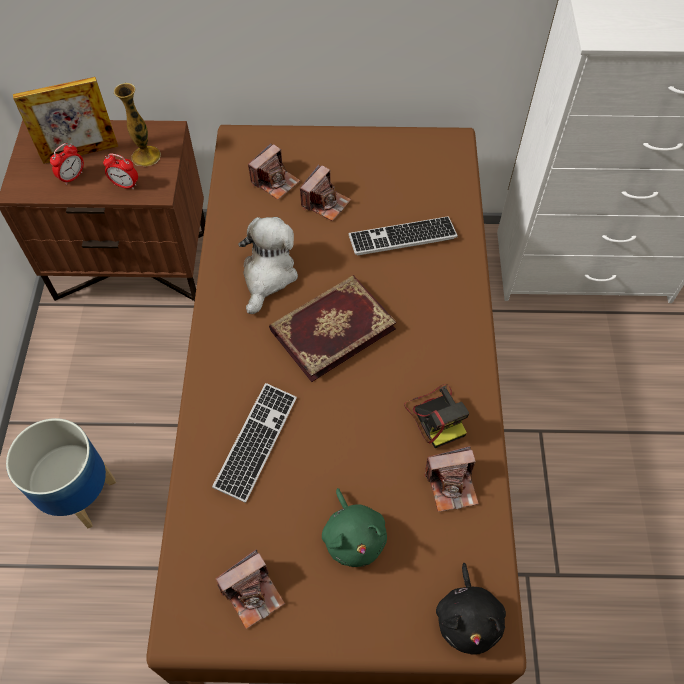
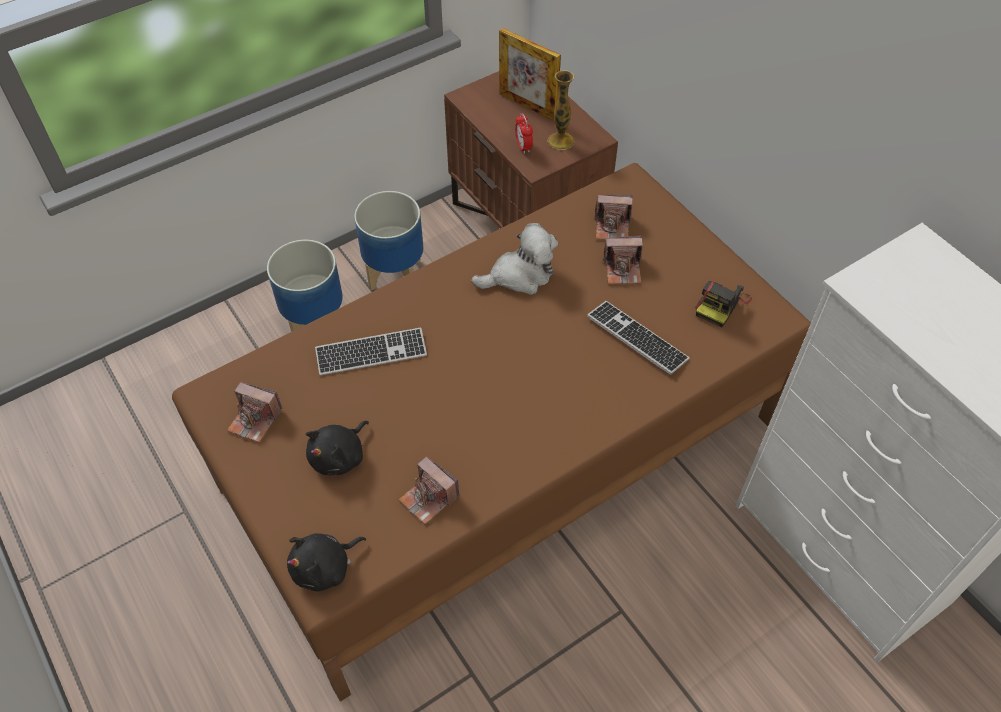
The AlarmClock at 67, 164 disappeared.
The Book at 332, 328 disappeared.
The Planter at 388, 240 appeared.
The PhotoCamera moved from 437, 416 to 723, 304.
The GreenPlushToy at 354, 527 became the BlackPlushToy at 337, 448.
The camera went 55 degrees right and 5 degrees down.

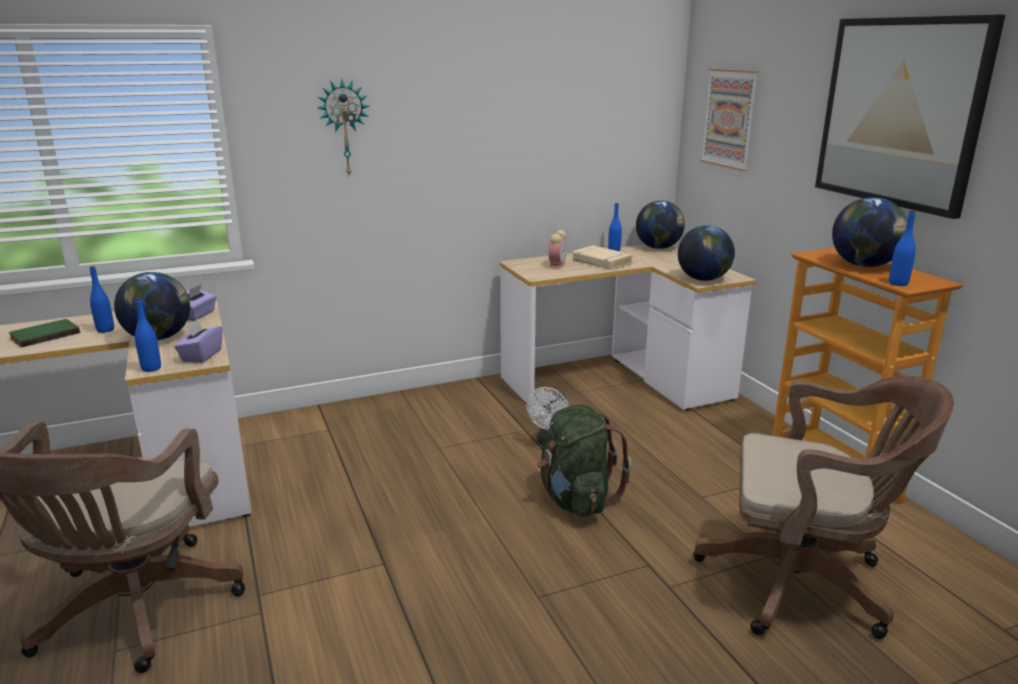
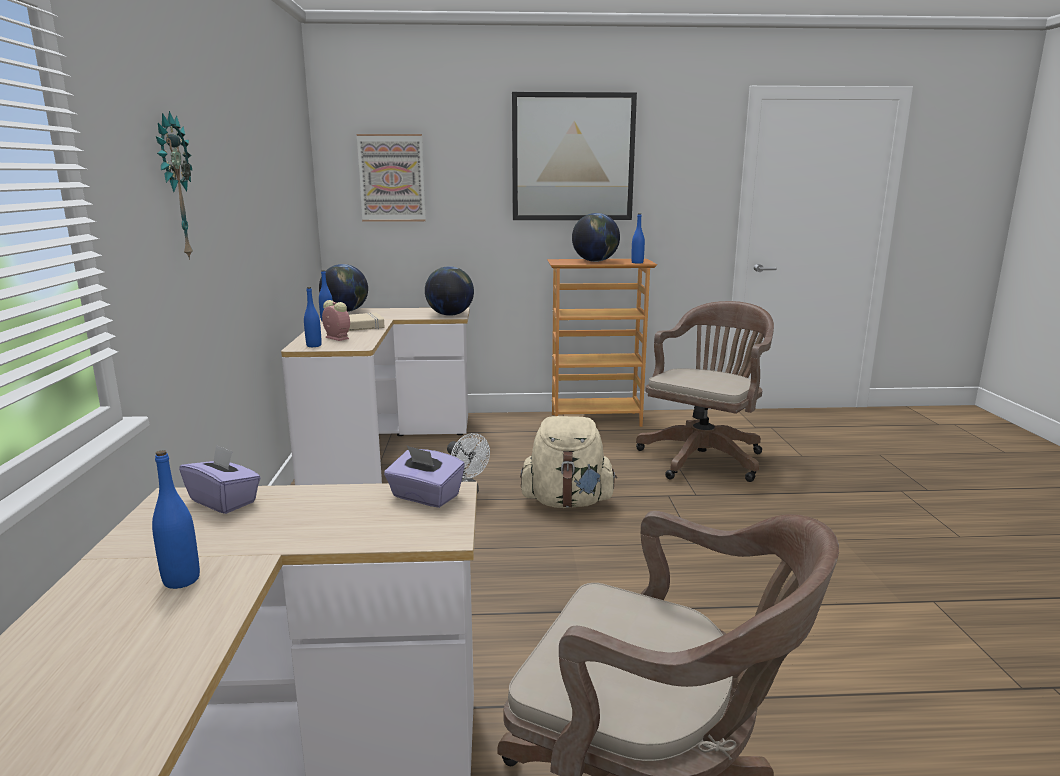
The GreenBook at 44, 333 disappeared.
The Globe at 152, 306 disappeared.
The BlueBottle moved from 148, 334 to 313, 317.
The GreenBackpack at 584, 461 became the BeigeBackpack at 568, 462.
The camera went 70 degrees left and 5 degrees down.

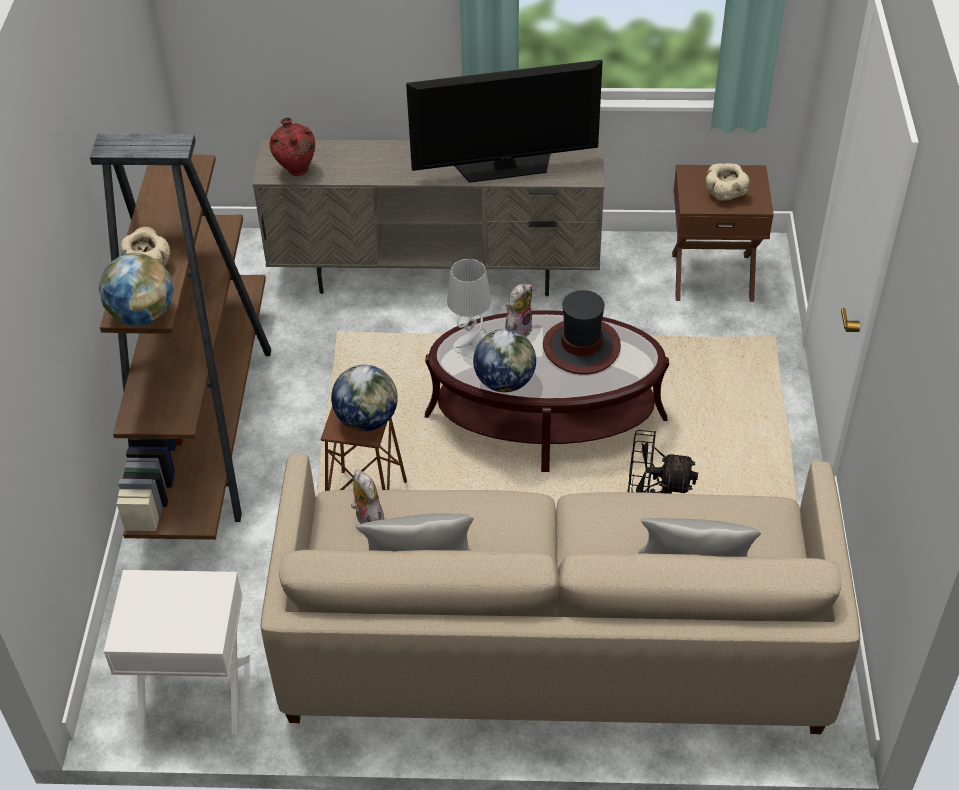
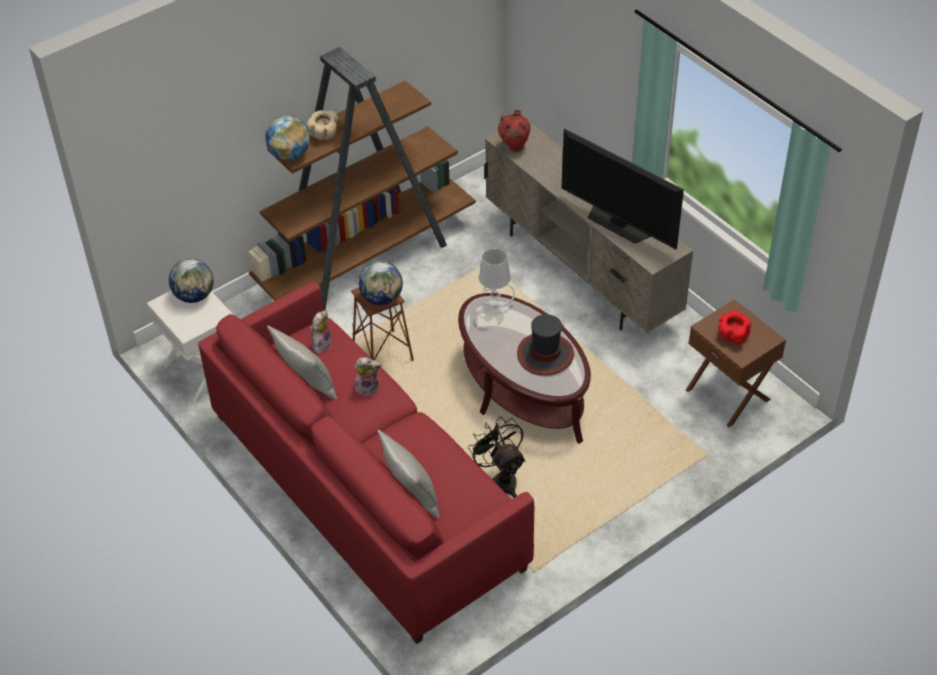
The Globe moved from 504, 360 to 191, 280.
The PlushToy moved from 518, 310 to 368, 377.
The BeigeSofa at 560, 593 became the RedSofa at 366, 463.
The BeigeBowl at 727, 182 became the RedBowl at 734, 327.
The camera went 50 degrees right and 0 degrees up.

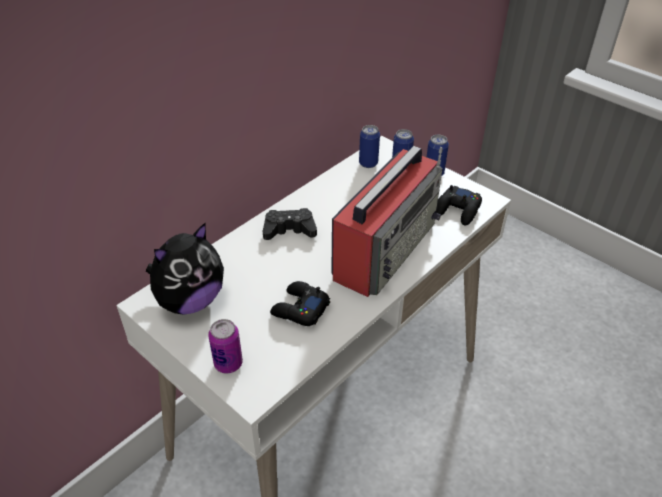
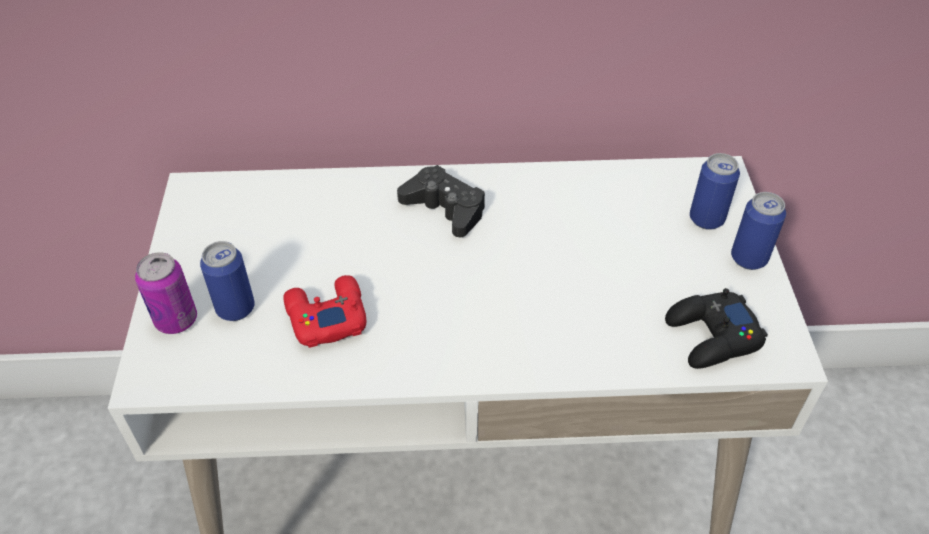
The PlushToy at 185, 269 disappeared.
The Radio at 387, 221 disappeared.
The Can moved from 369, 146 to 227, 281.
The BlackGameController at 300, 303 became the RedGameController at 324, 311.
The camera went 45 degrees right and 5 degrees up.

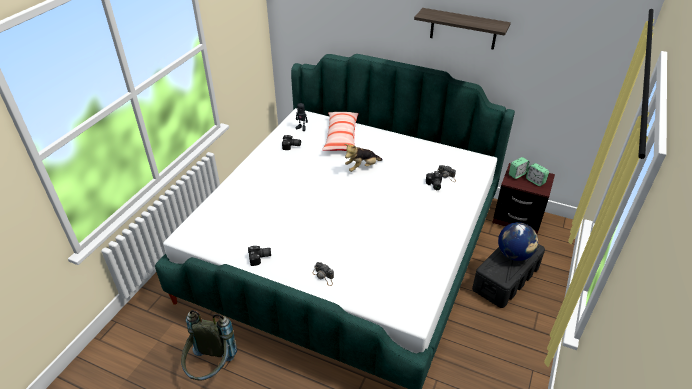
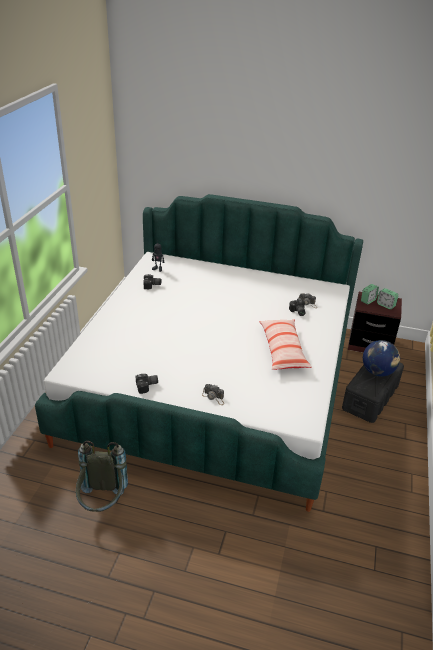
The PlushToy at 364, 158 disappeared.
The Shelf at 462, 29 disappeared.
The Pillow moved from 340, 131 to 285, 345.
The camera went 10 degrees left and 5 degrees down.

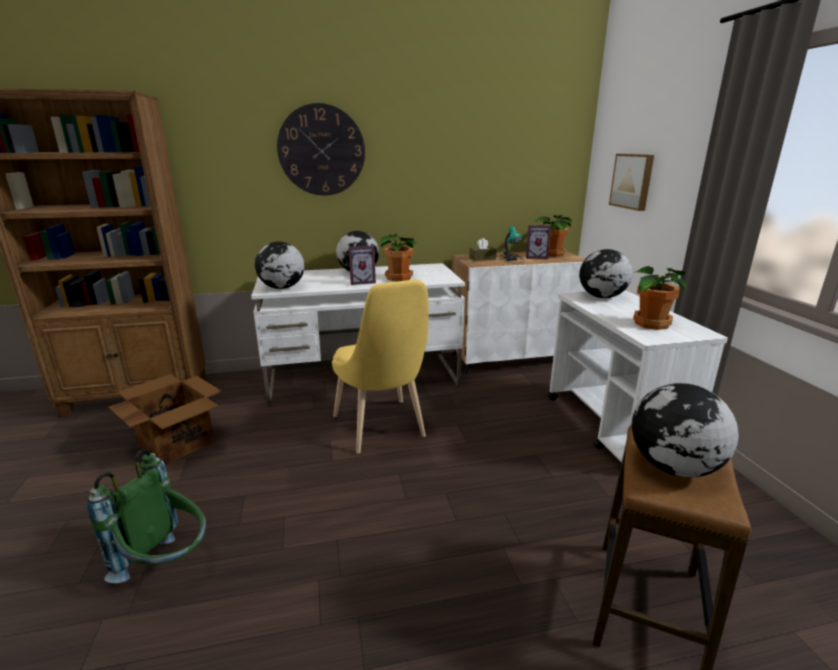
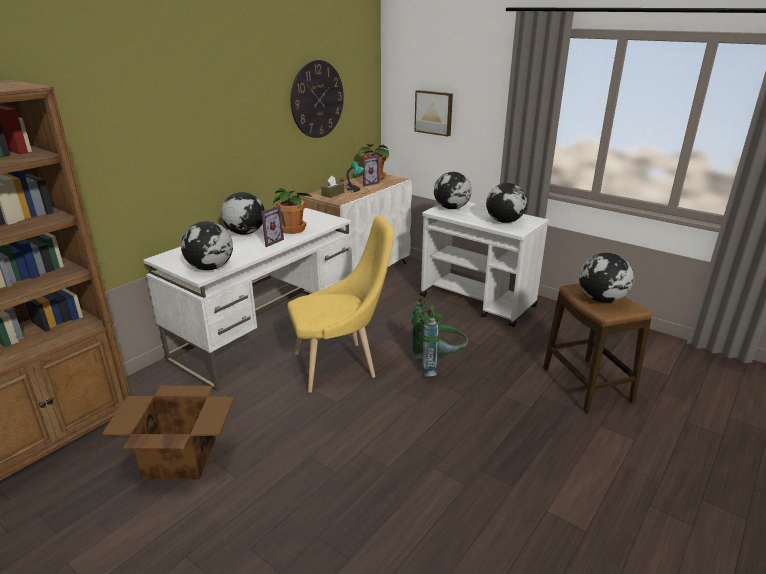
The GreenBackpack moved from 146, 516 to 439, 337.
The WallClock moved from 321, 149 to 317, 99.
The PottedPlant at 660, 298 was replaced by the Globe at 506, 203.
The YellowChair at 380, 366 turned 45 degrees counterclockwise.
The camera went 40 degrees left and 5 degrees up.

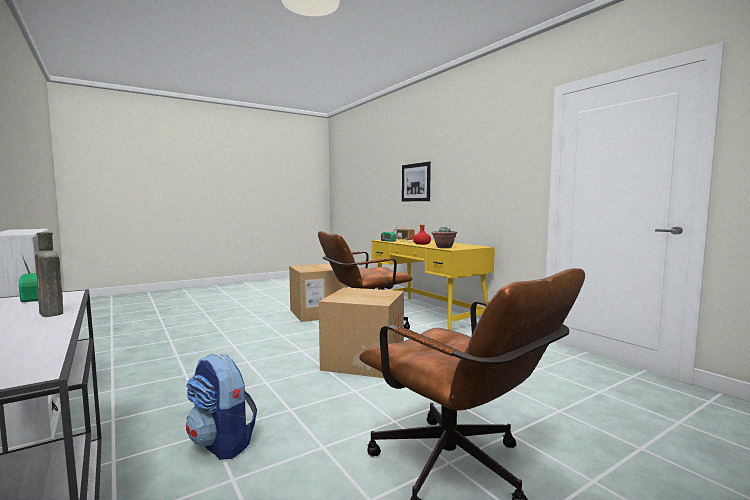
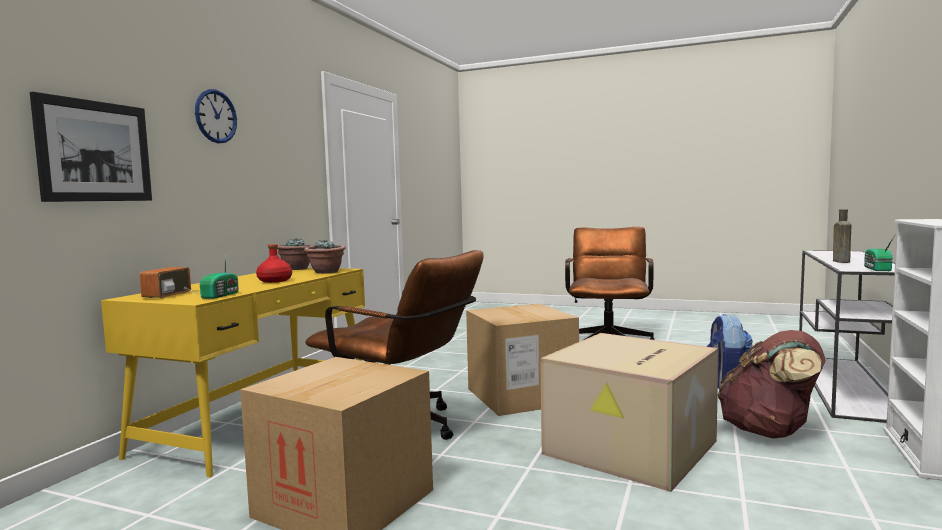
The WallClock at 216, 116 appeared.
The PottedPlant at 296, 254 appeared.
The CardboardBox at 629, 412 appeared.
The BrownBackpack at 772, 384 appeared.
The camera went 125 degrees left and 0 degrees up.

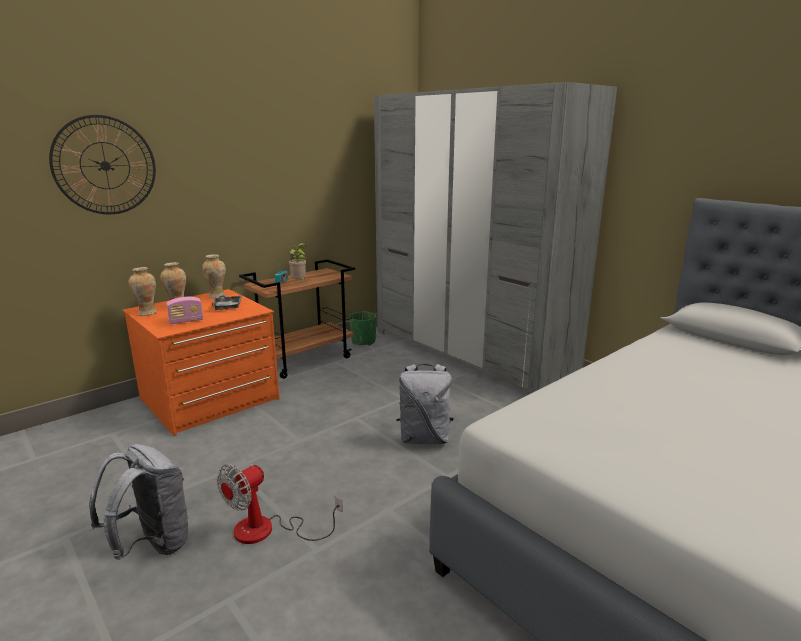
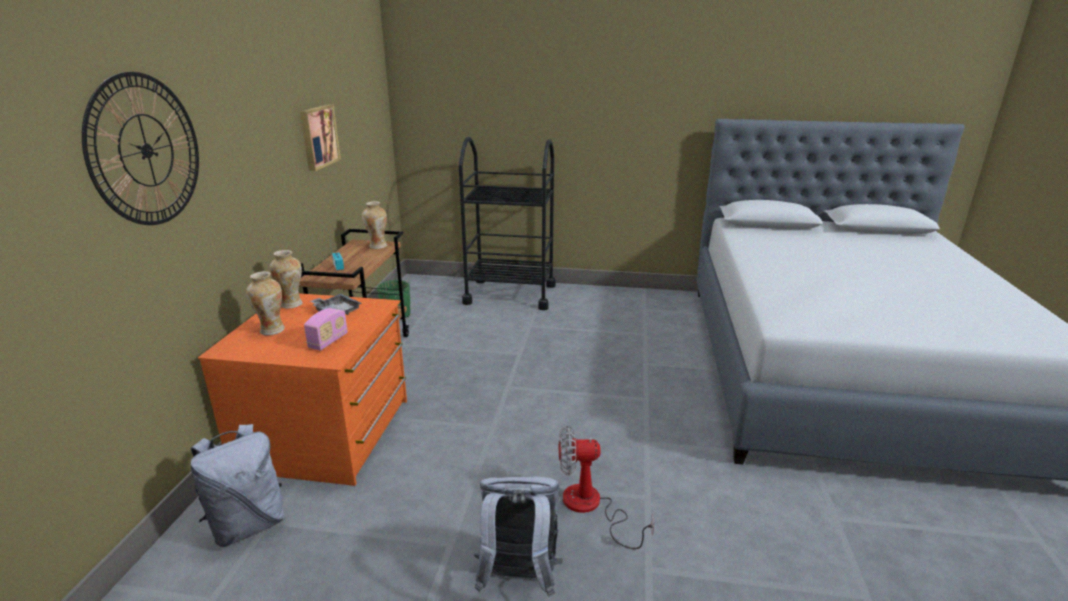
The PottedPlant at 297, 261 disappeared.
The Picture at 320, 137 appeared.
The Vase moved from 143, 291 to 374, 225.
The GreyBackpack moved from 425, 404 to 237, 485.
The GreyWardrobe at 495, 238 was replaced by the BlackCart at 507, 223.
The Fan at 280, 504 turned 90 degrees clockwise.
The camera went 40 degrees left and 5 degrees up.

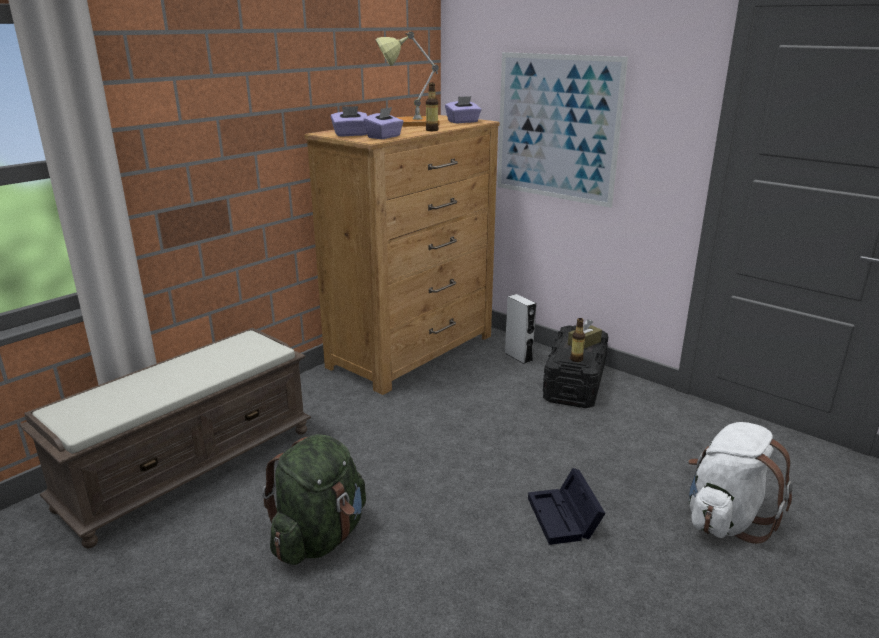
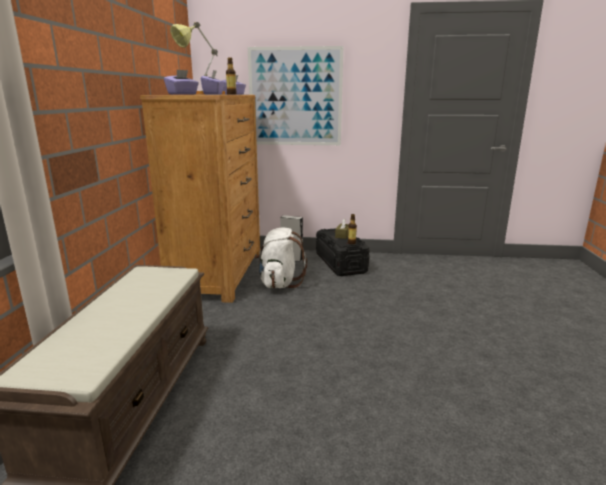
The GreenBackpack at 314, 499 disappeared.
The BlackStorageBox at 567, 506 disappeared.
The WhiteBackpack moved from 740, 483 to 281, 258.
The camera went 35 degrees left and 5 degrees down.

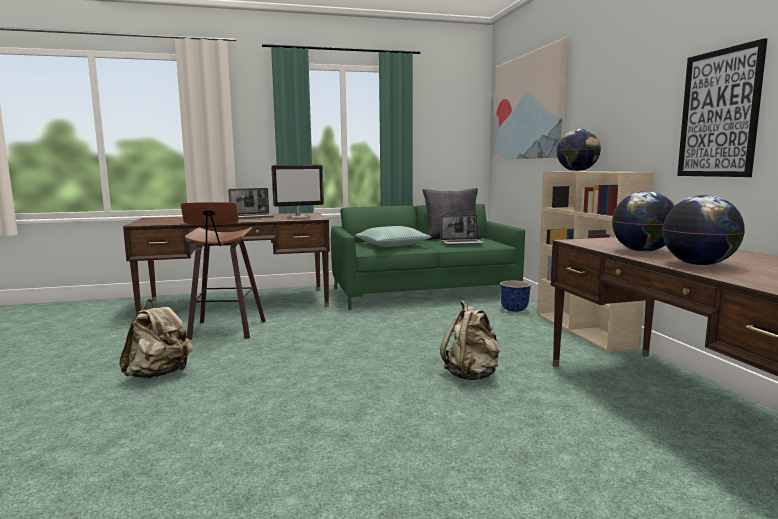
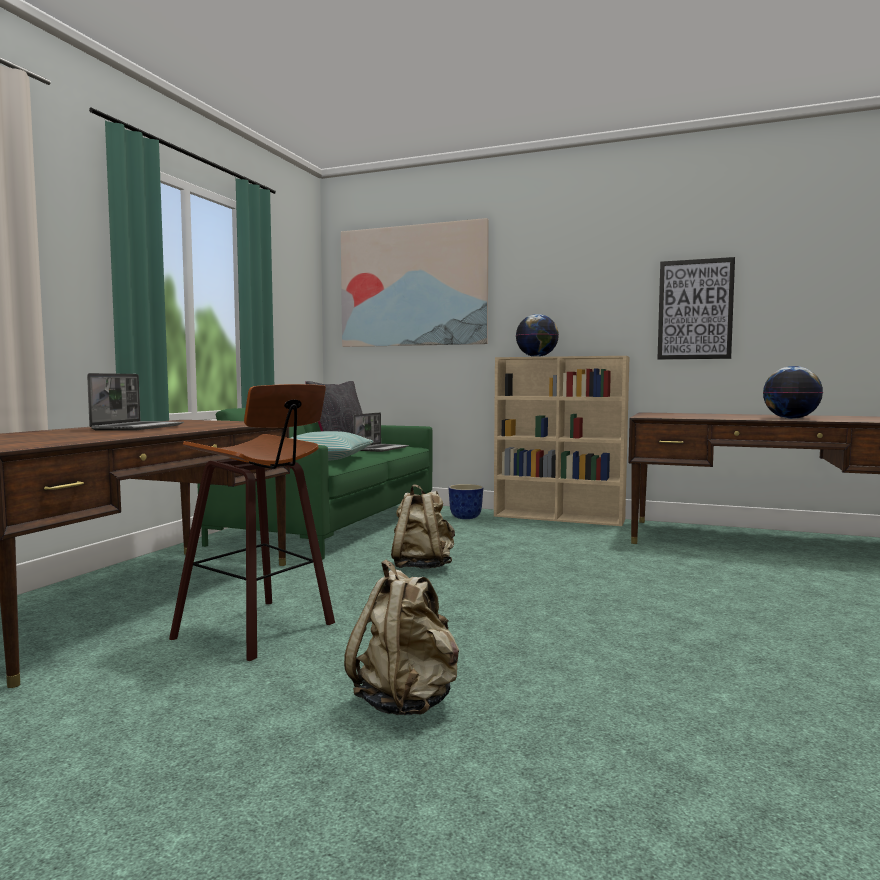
The Monitor at 297, 192 disappeared.
The Globe at 643, 221 disappeared.
The BeigeBackpack moved from 470, 340 to 423, 526.
The camera went 55 degrees left and 5 degrees down.

